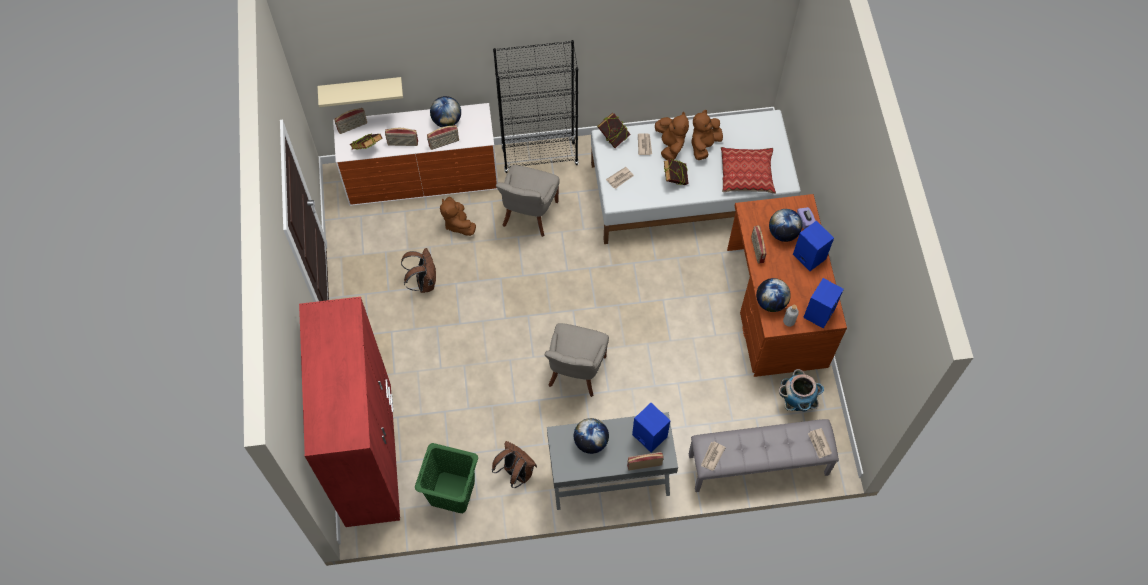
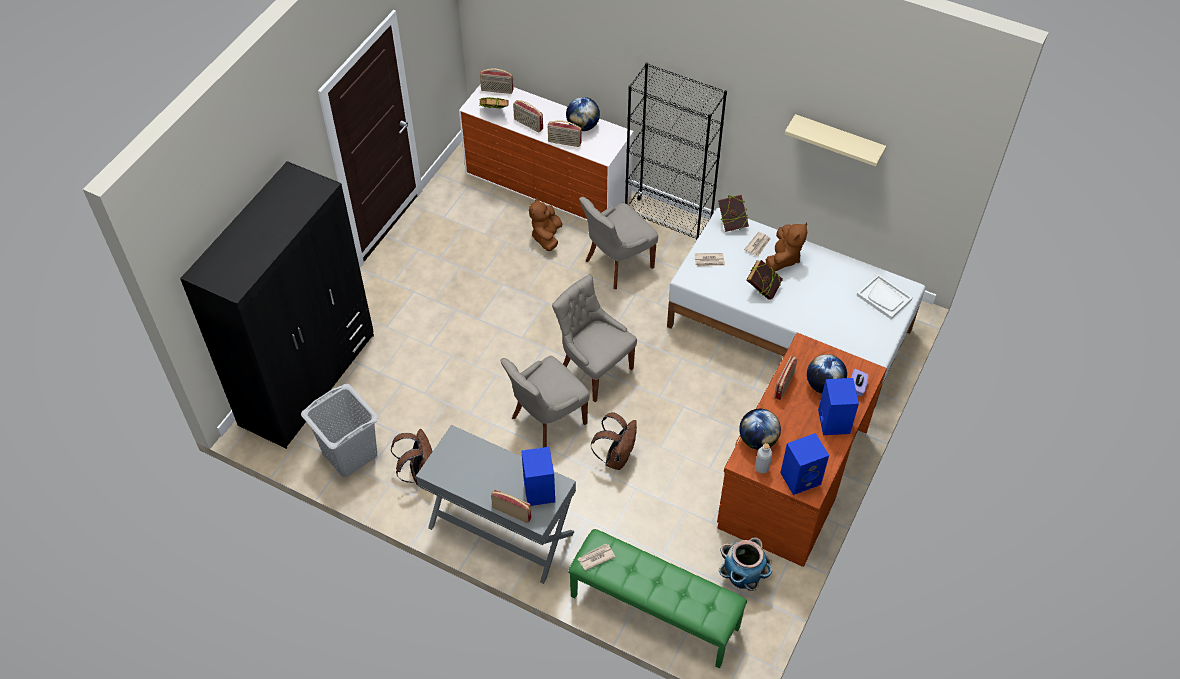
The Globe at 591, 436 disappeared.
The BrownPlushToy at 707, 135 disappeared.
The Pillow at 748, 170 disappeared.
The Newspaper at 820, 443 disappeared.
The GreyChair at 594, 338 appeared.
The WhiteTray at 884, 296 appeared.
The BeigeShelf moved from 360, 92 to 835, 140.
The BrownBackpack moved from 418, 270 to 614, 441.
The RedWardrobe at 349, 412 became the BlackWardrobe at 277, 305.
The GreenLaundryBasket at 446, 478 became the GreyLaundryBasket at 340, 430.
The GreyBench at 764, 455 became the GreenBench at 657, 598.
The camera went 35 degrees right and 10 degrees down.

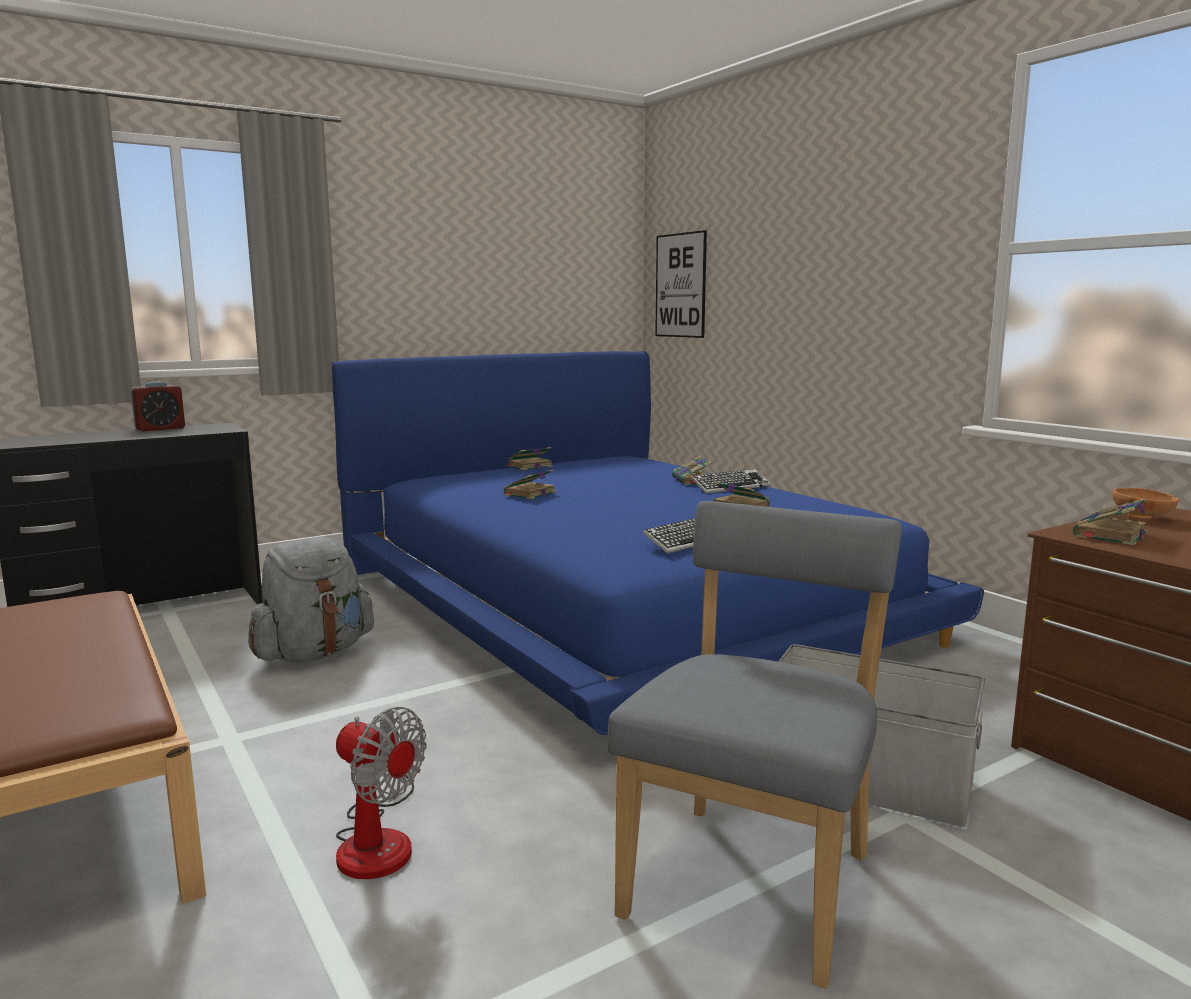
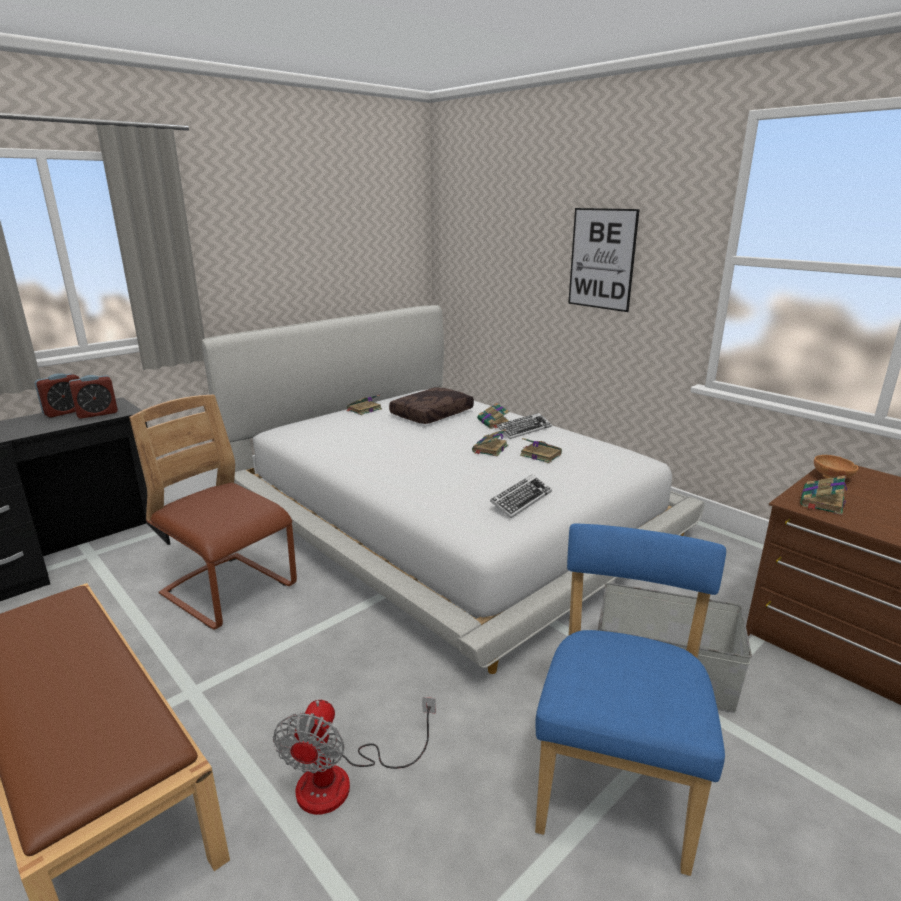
The AlarmClock at 93, 397 appeared.
The BrownPillow at 431, 405 appeared.
The Book moved from 530, 484 to 490, 443.
The Picture moved from 681, 284 to 604, 260.
The GreyBackpack at 311, 599 was replaced by the BrownChair at 213, 512.
The BlueBed at 658, 543 became the WhiteBed at 453, 489.
The GreyChair at 755, 745 became the BlueChair at 630, 700.
The Fan at 381, 793 turned 75 degrees clockwise.
The camera went 10 degrees left and 10 degrees up.

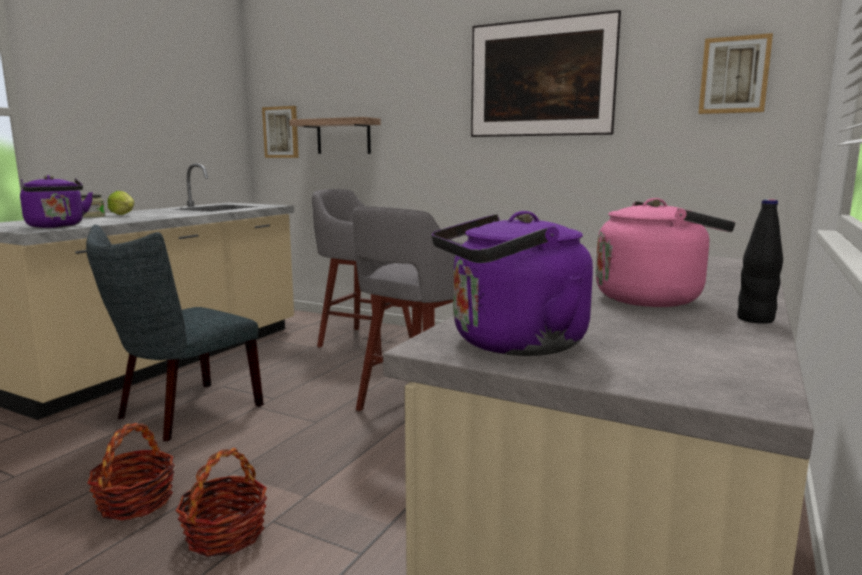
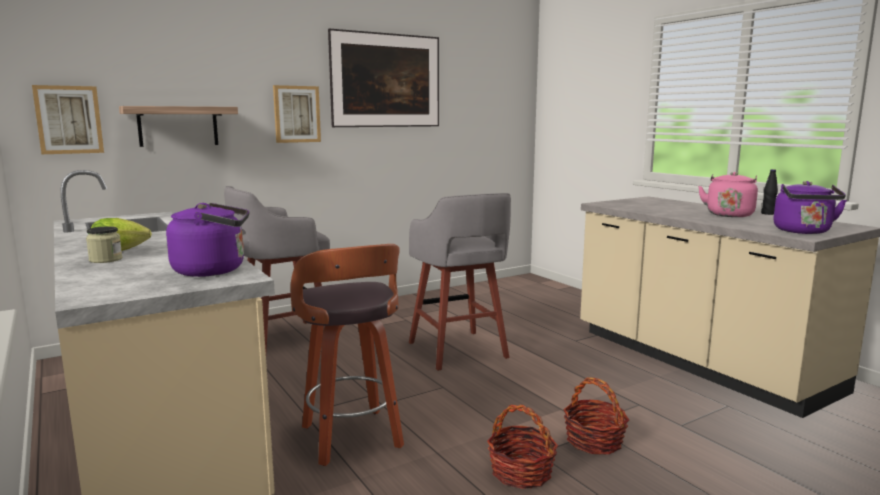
The Picture moved from 735, 73 to 297, 114.
The GreyChair at 175, 333 was replaced by the Stool at 347, 355.
The camera went 60 degrees left and 0 degrees up.

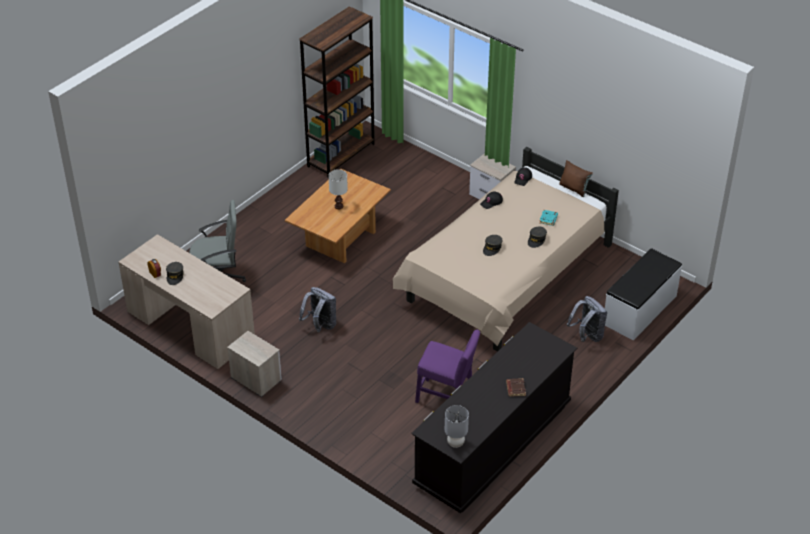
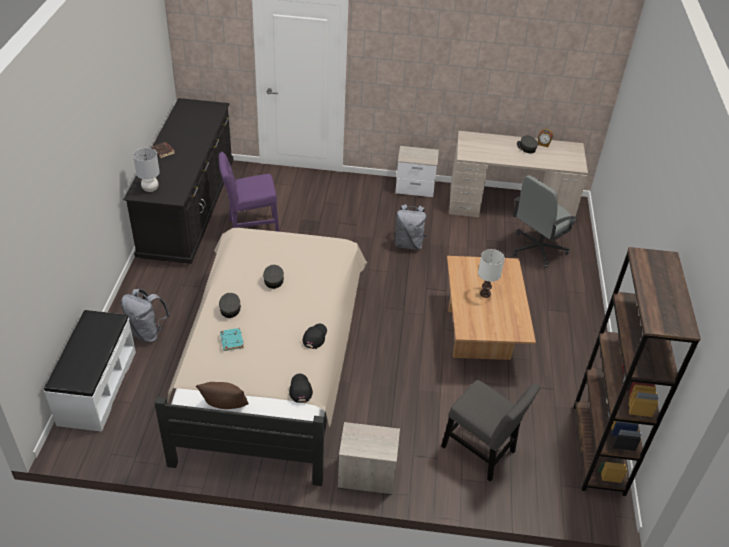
The GreyChair at 490, 431 appeared.
The GreyTableLamp moved from 457, 426 to 146, 170.
The camera went 145 degrees right and 0 degrees up.

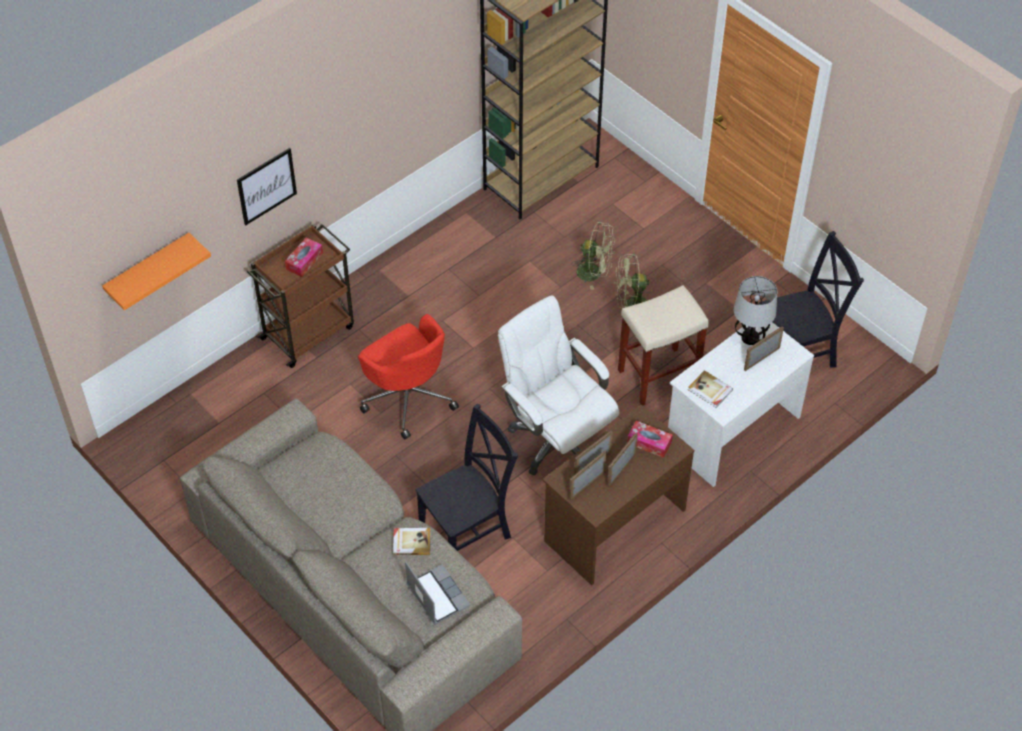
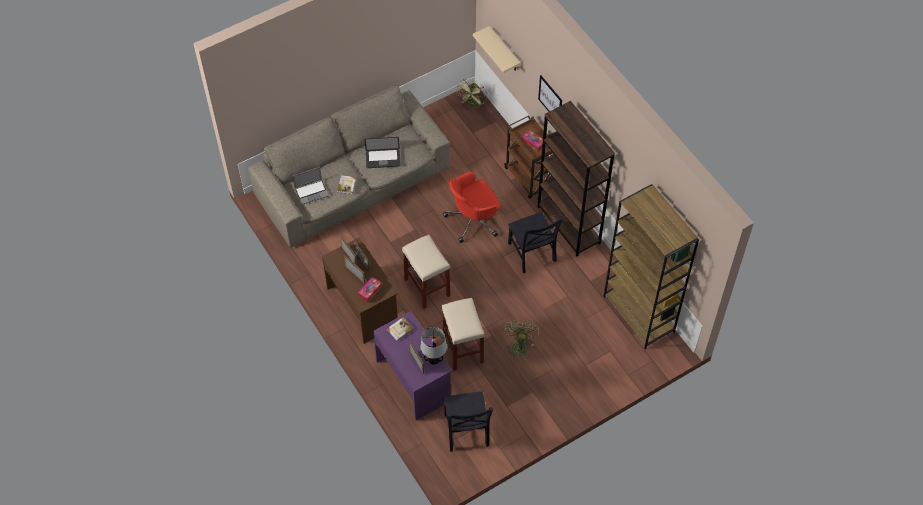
The Laptop at 382, 152 appeared.
The BrownBookcase at 576, 178 appeared.
The BlackChair moved from 466, 477 to 536, 242.
The GreenFan moved from 593, 255 to 471, 93.
The WhiteOfficeChair at 558, 385 was replaced by the BeigeStool at 426, 272.
The OrangeShelf at 156, 271 became the BeigeShelf at 496, 49.
The WhiteDesk at 741, 404 became the PurpleDesk at 413, 365.
The camera went 100 degrees right and 5 degrees up.

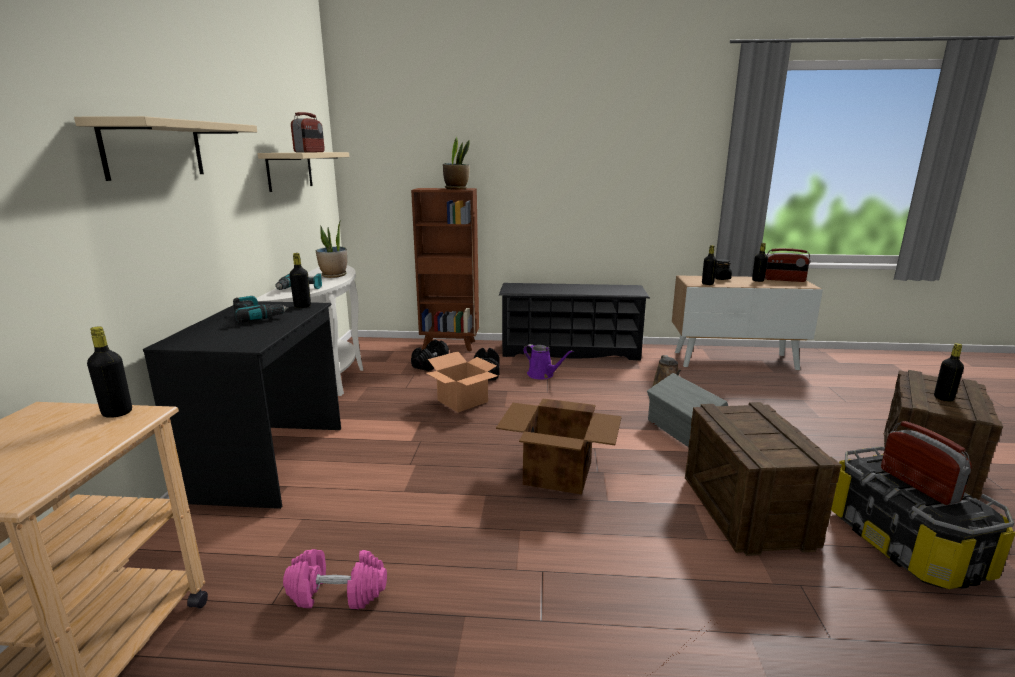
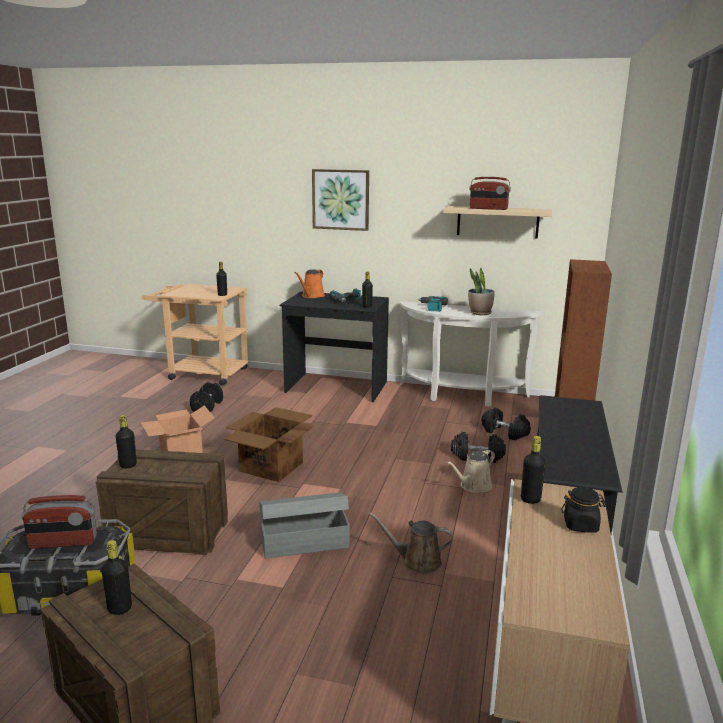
The PottedPlant at 456, 163 disappeared.
The Radio at 788, 265 disappeared.
The OrangeWateringCan at 309, 283 appeared.
The CardboardBox moved from 462, 381 to 178, 429.
The BlackBottle moved from 760, 262 to 126, 441.
The BeigeShelf at 165, 148 was replaced by the Picture at 340, 200.
The PinkDumbbell at 335, 579 became the BlackDumbbell at 206, 397.
The PurpleWateringCan at 548, 362 became the BeigeWateringCan at 470, 471.
The camera went 100 degrees right and 0 degrees up.

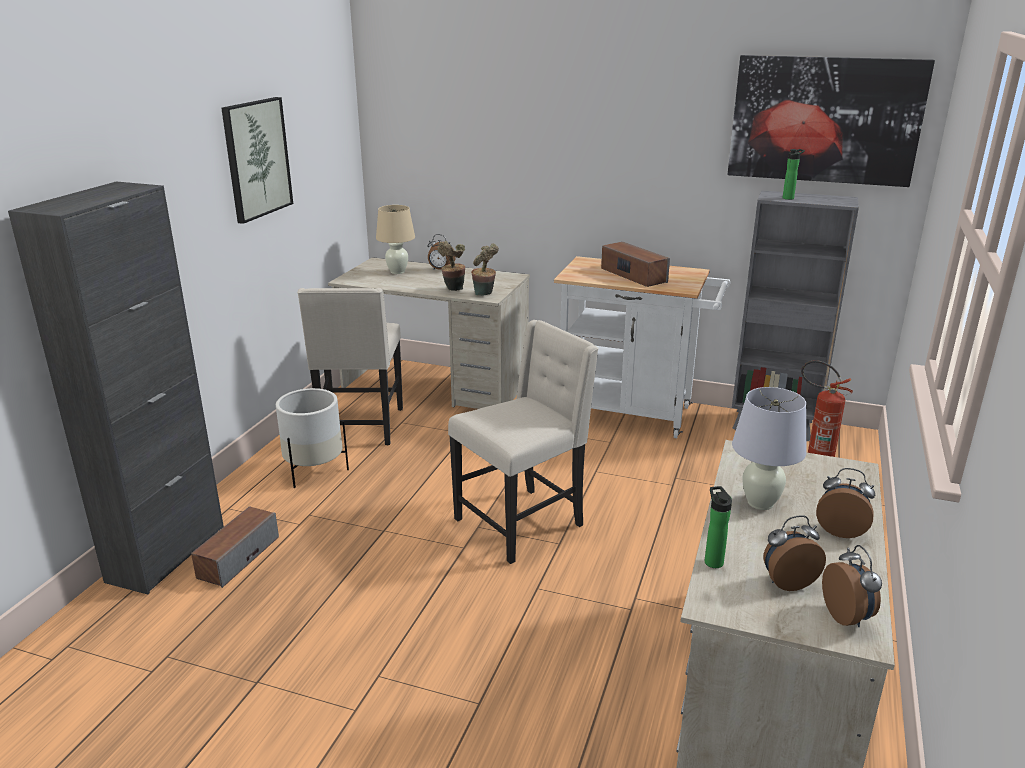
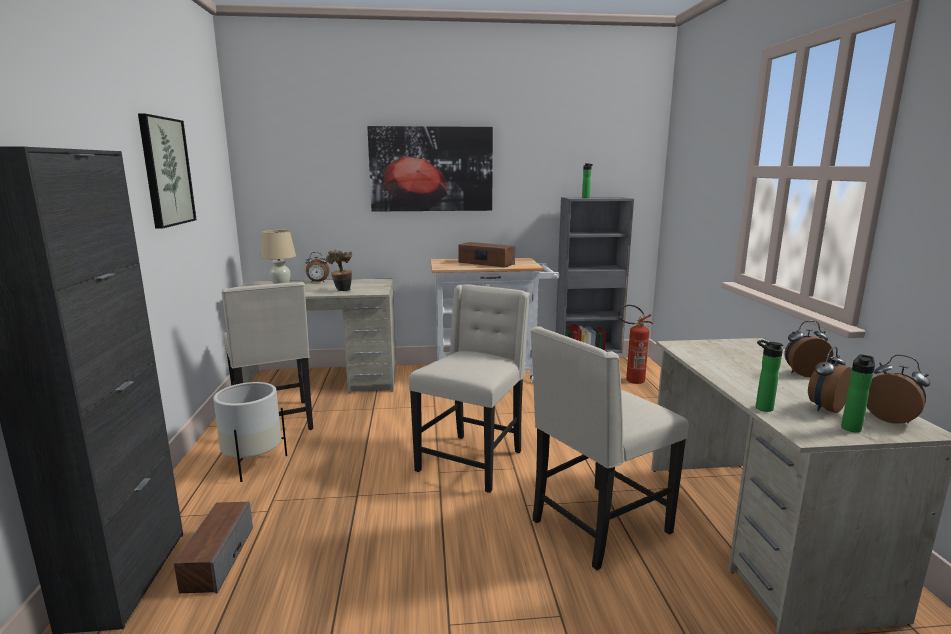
The PottedPlant at 485, 270 disappeared.
The WhiteTableLamp at 769, 448 disappeared.
The BeigeChair at 609, 448 appeared.
The Bottle at 858, 393 appeared.
The Picture moved from 831, 121 to 430, 169.
The camera went 25 degrees left and 10 degrees down.

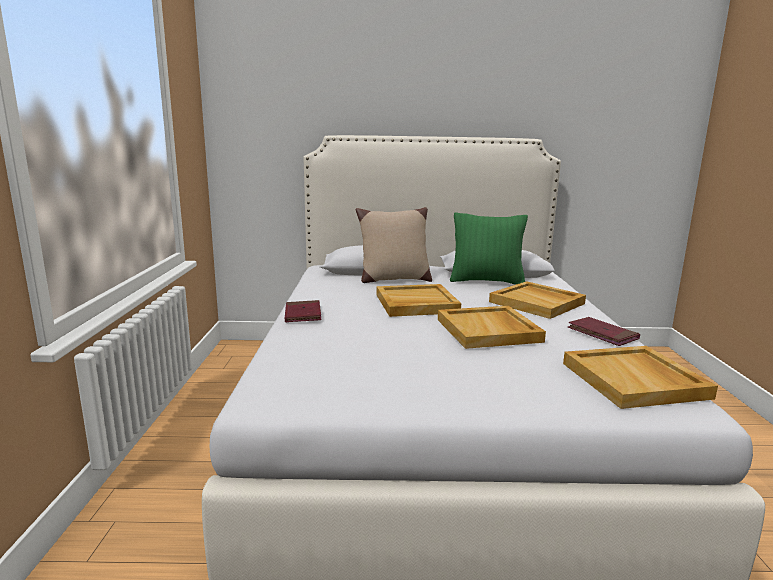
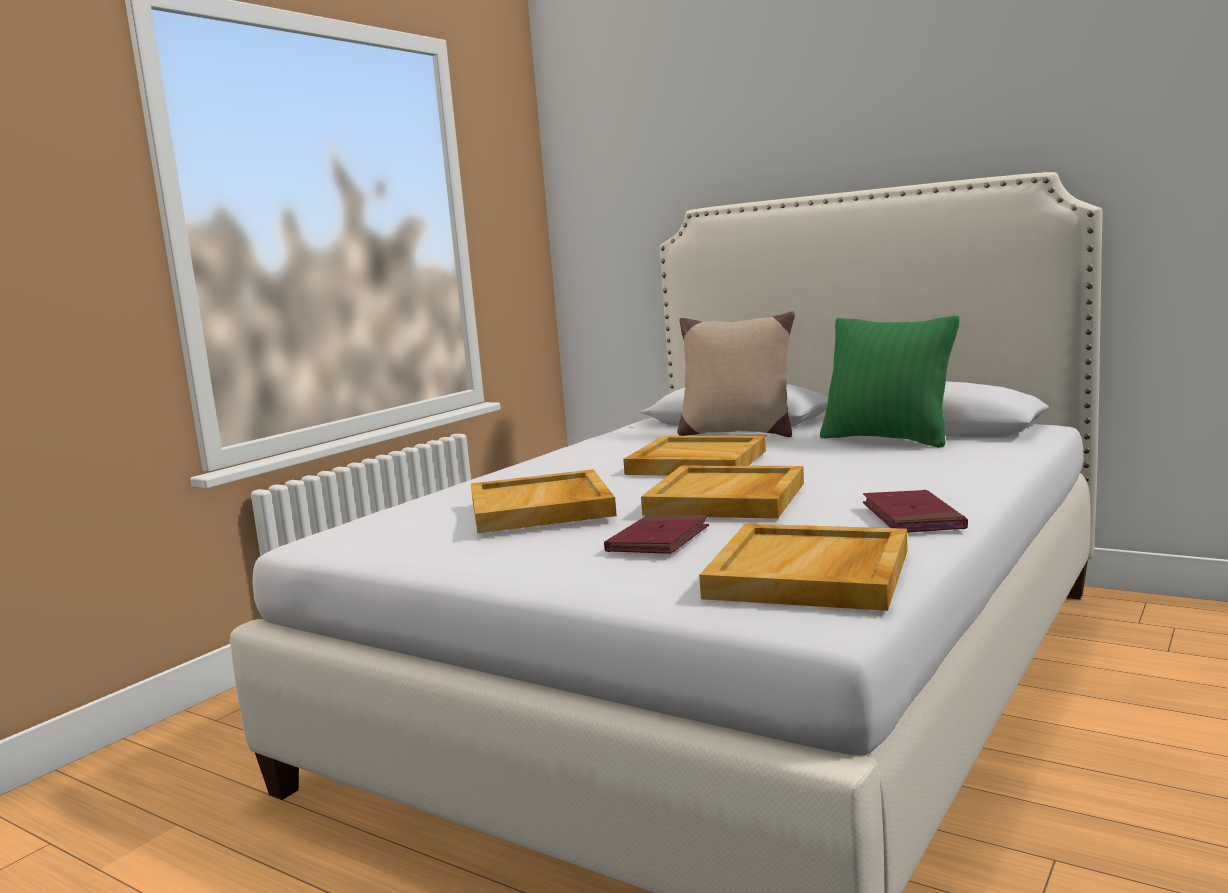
The RedBook moved from 303, 311 to 656, 534.
The BeigeTray moved from 537, 300 to 544, 501.
The camera went 35 degrees right and 5 degrees down.

